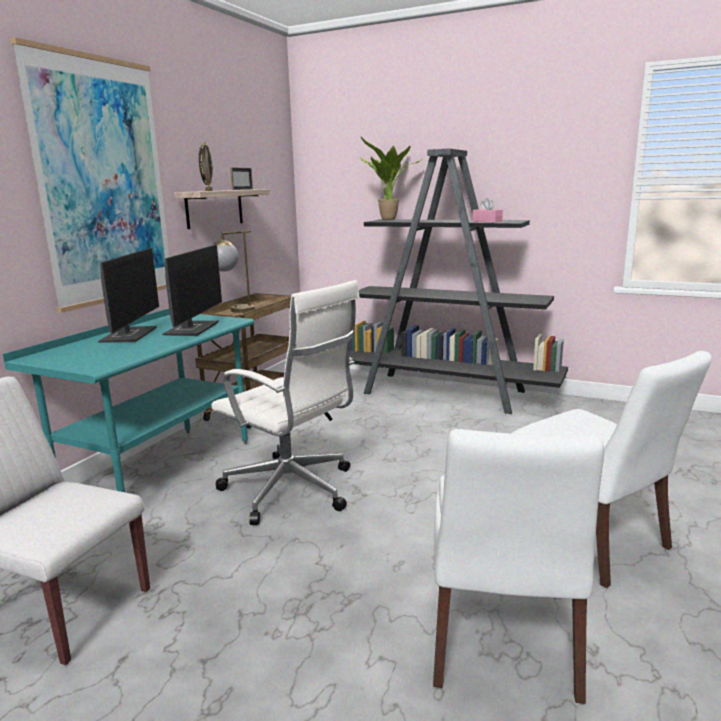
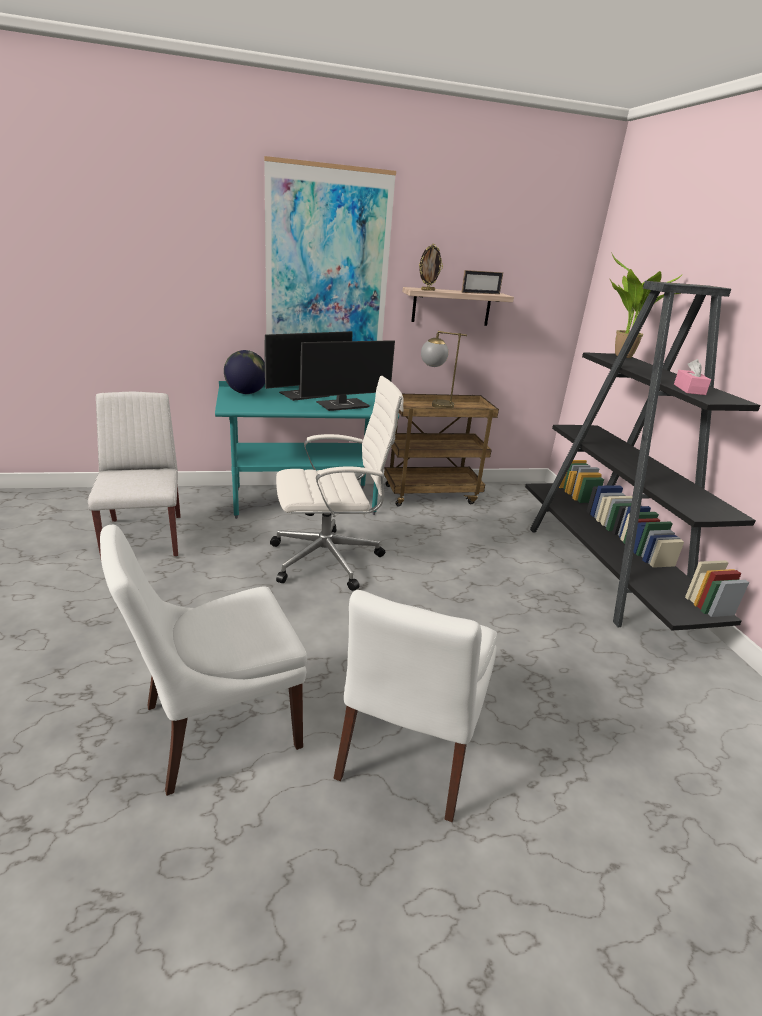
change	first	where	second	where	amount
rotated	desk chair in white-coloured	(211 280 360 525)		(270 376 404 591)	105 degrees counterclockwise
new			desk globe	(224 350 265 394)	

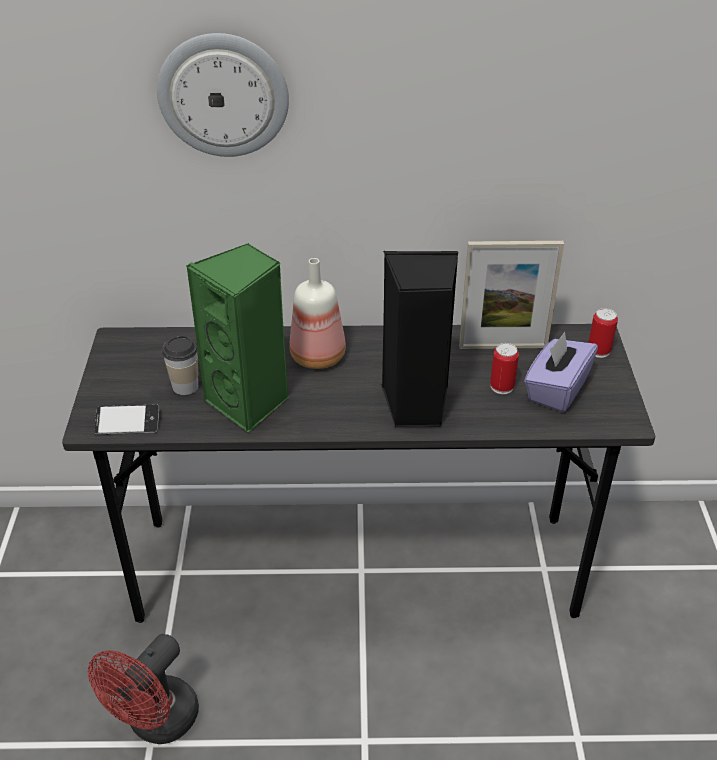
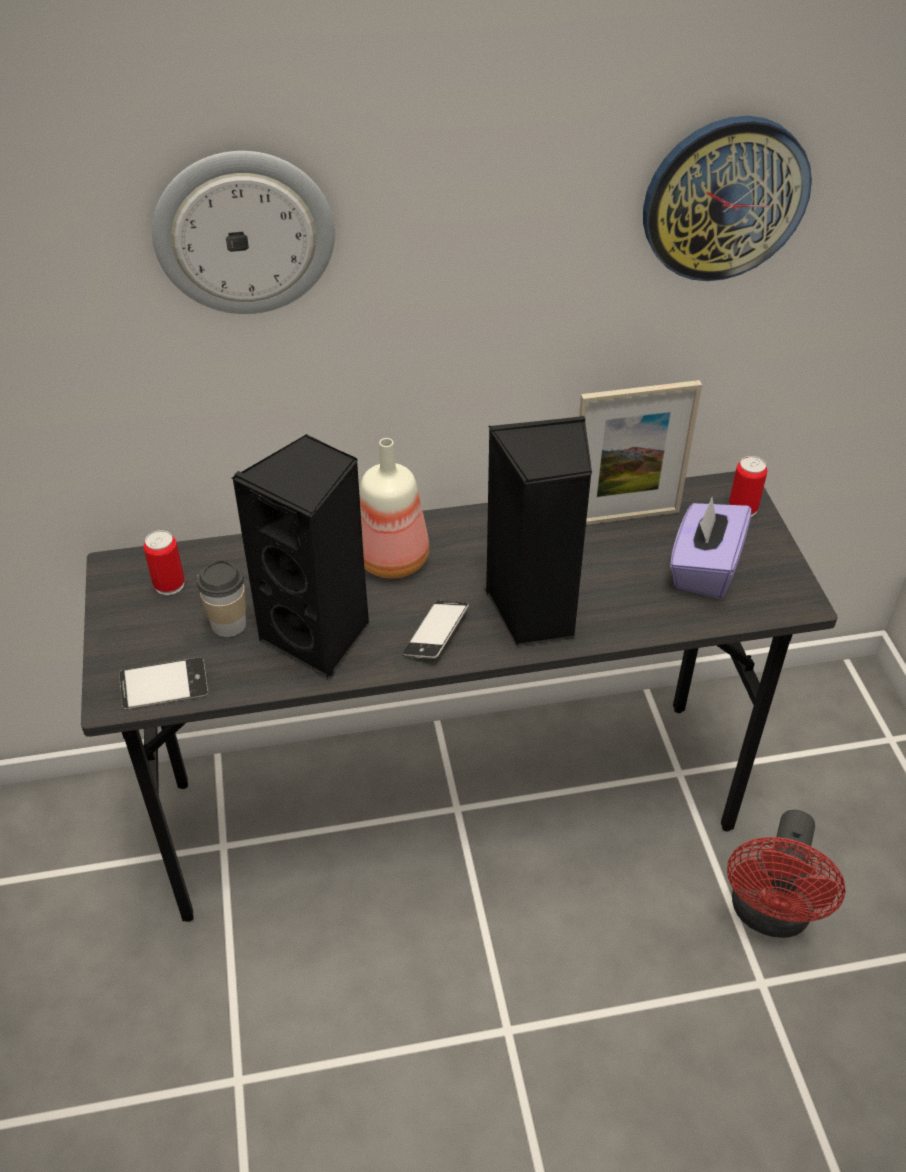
change	first	where	second	where	amount
shifted	cooling fan in reddish	(88 634 199 744)		(727 810 845 938)	
repainted	speaker in greenish	(186 243 289 433)	speaker in blackish	(232 434 370 680)	
shifted	metal can	(490 343 519 394)		(143 530 185 595)	
new			handset	(403 601 469 659)	
new			wall clock	(643 116 812 281)	

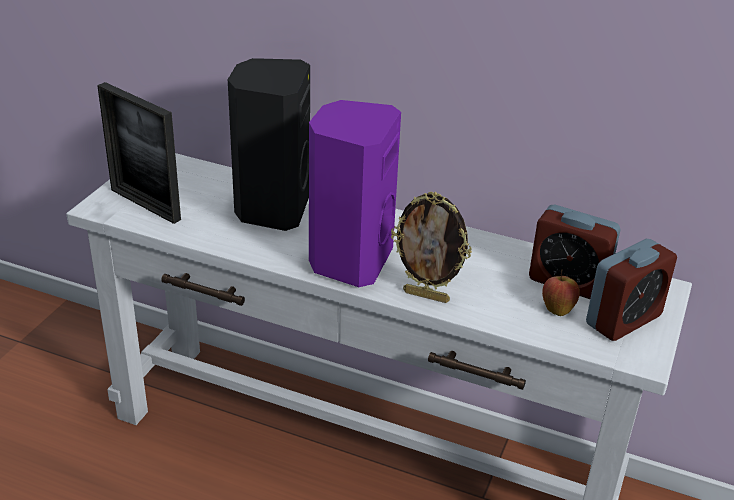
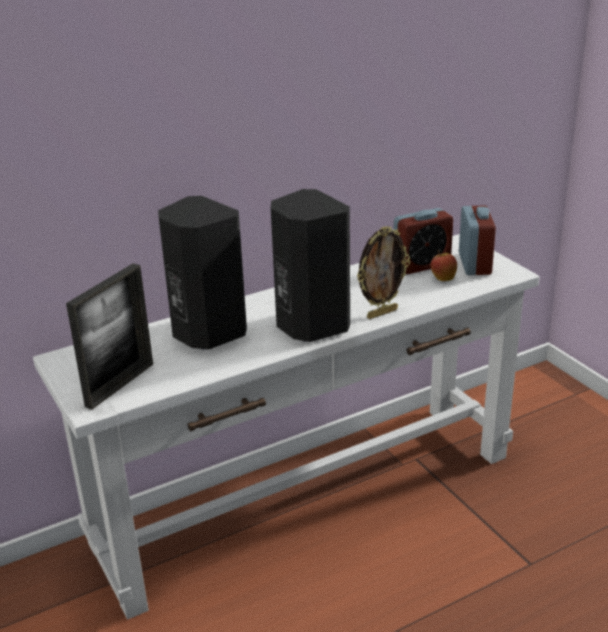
change	first	where	second	where	amount
rotated	picture frame	(97 82 181 224)		(66 263 153 410)	45 degrees counterclockwise
repainted	speaker in purple-coloured	(309 100 401 287)	speaker in blackish	(271 189 350 342)	

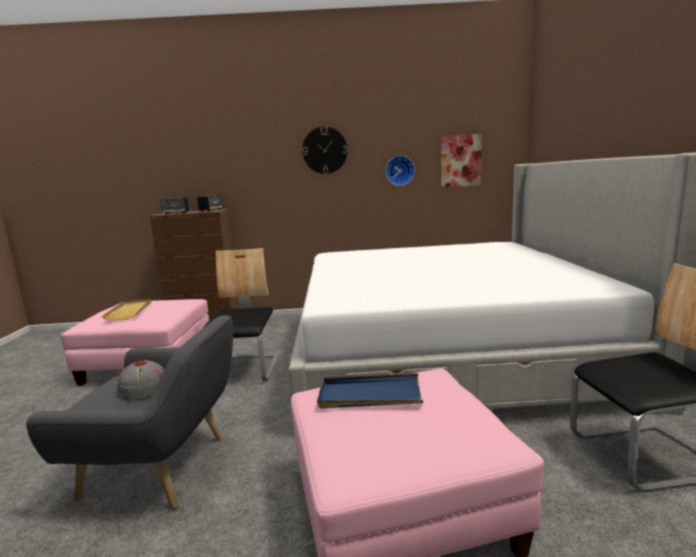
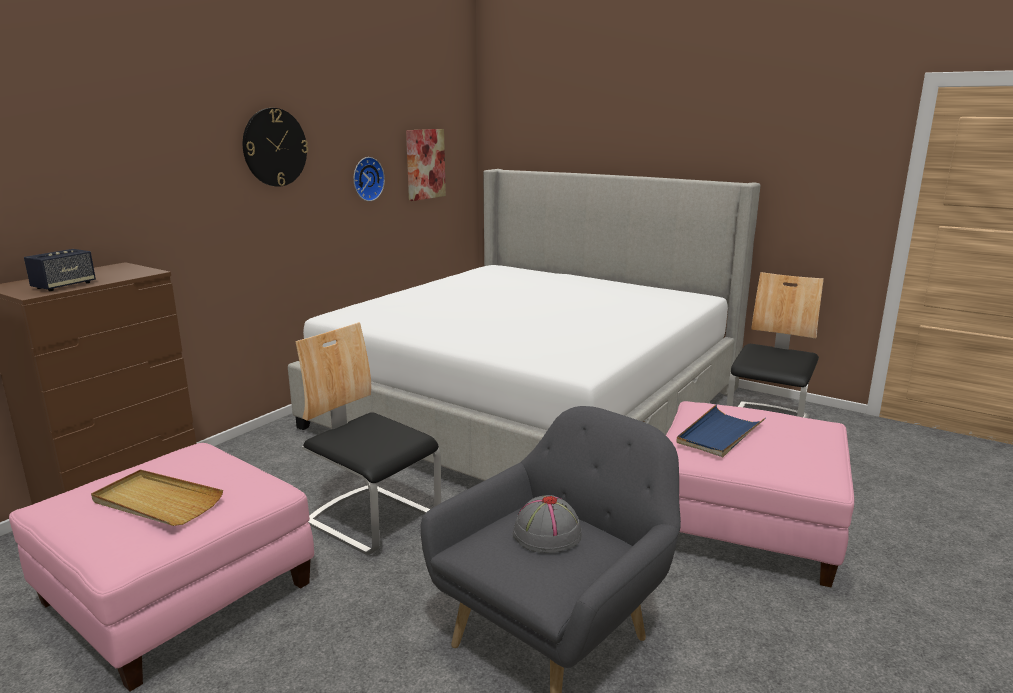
change	first	where	second	where	amount
gone	speaker	(197 195 223 211)			

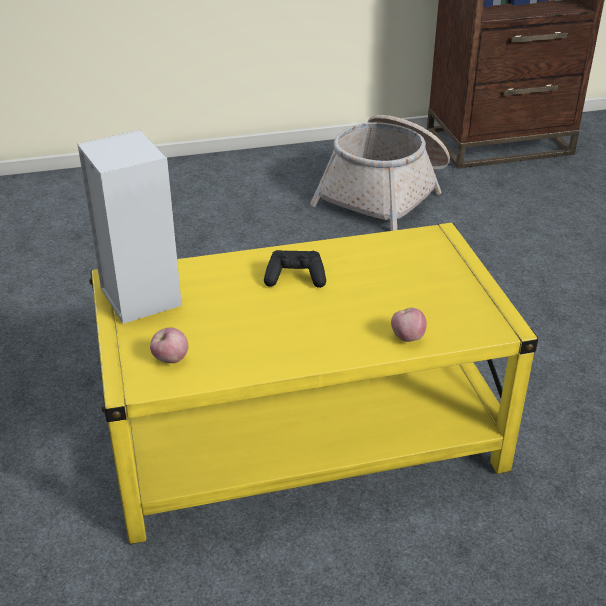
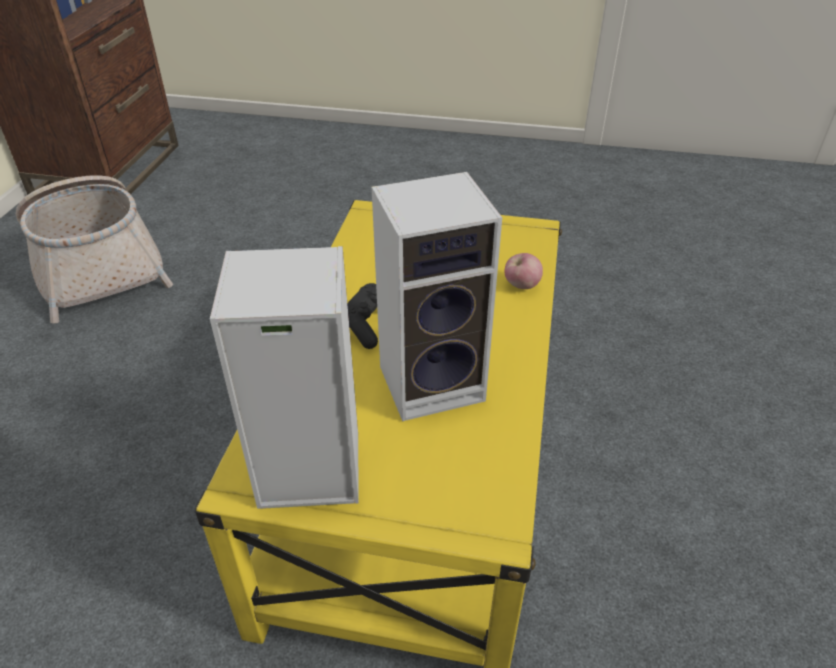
change	first	where	second	where	amount
gone	apple fruit	(150 327 188 363)			
new			speaker	(372 172 502 422)	

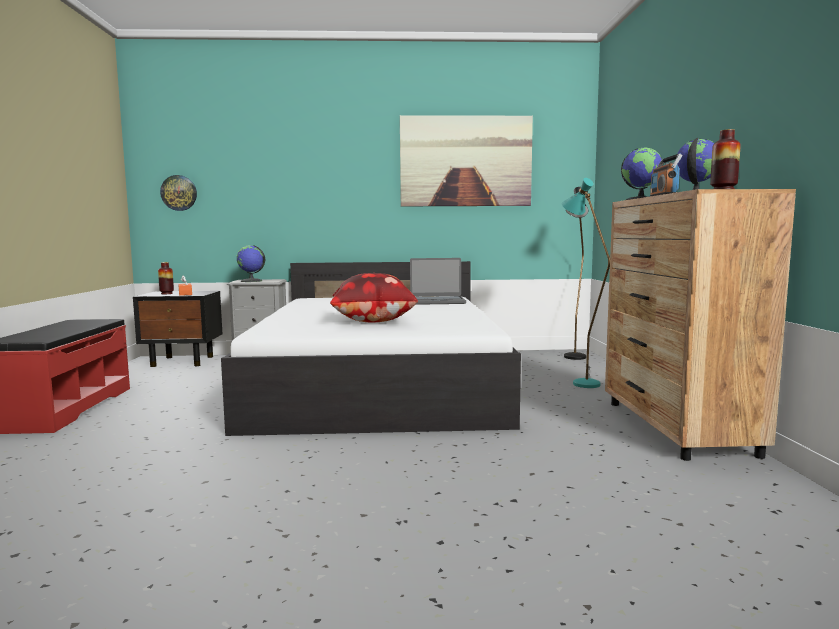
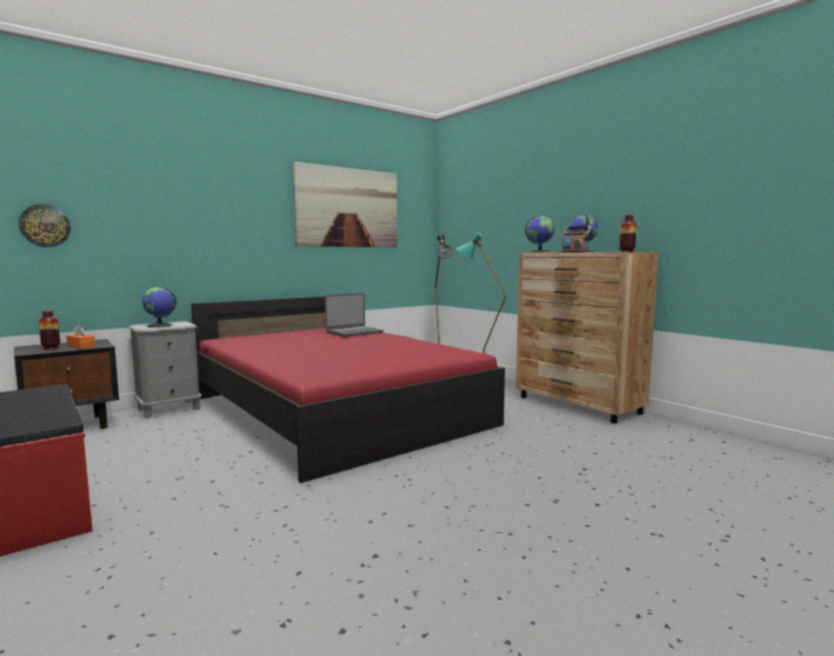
change	first	where	second	where	amount
repainted	sleeping bed in white-coloured	(221 261 521 436)	sleeping bed in reddish	(191 297 505 483)	
gone	pillow	(330 273 418 322)			

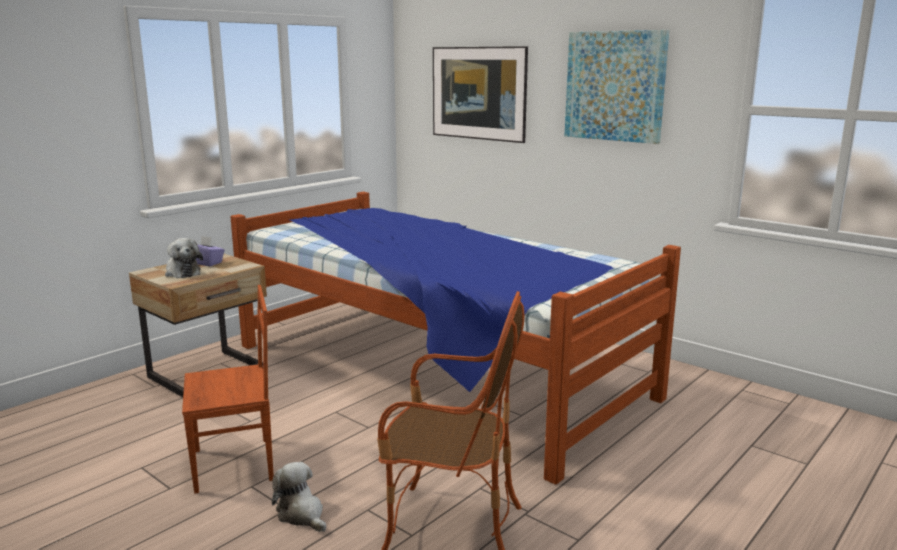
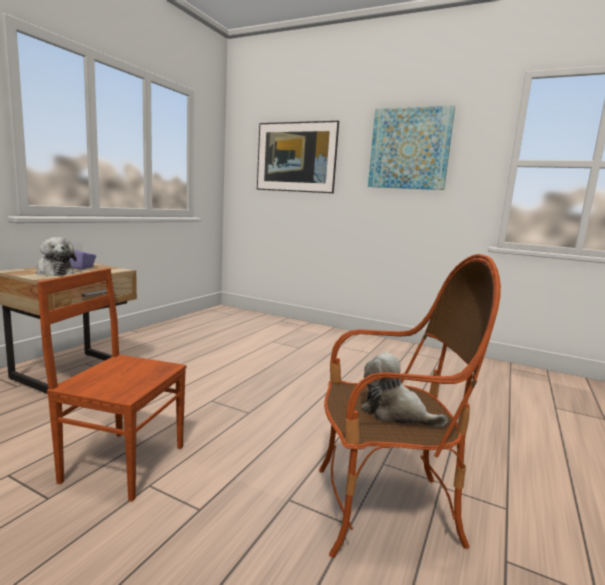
change	first	where	second	where	amount
rotated	plain chair in brown	(182 285 274 494)		(37 268 187 502)	135 degrees counterclockwise
gone	sleeping bed	(231 192 681 485)			
shifted	soft toy	(272 462 326 532)		(361 353 448 428)	

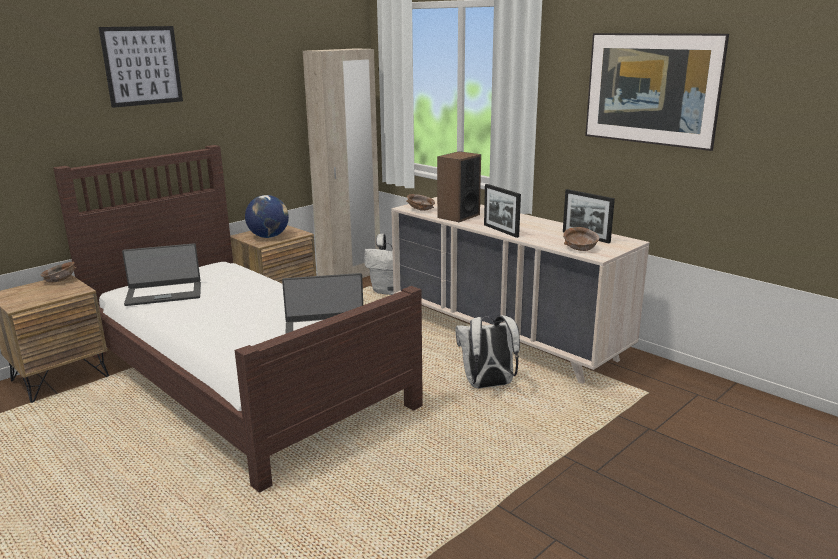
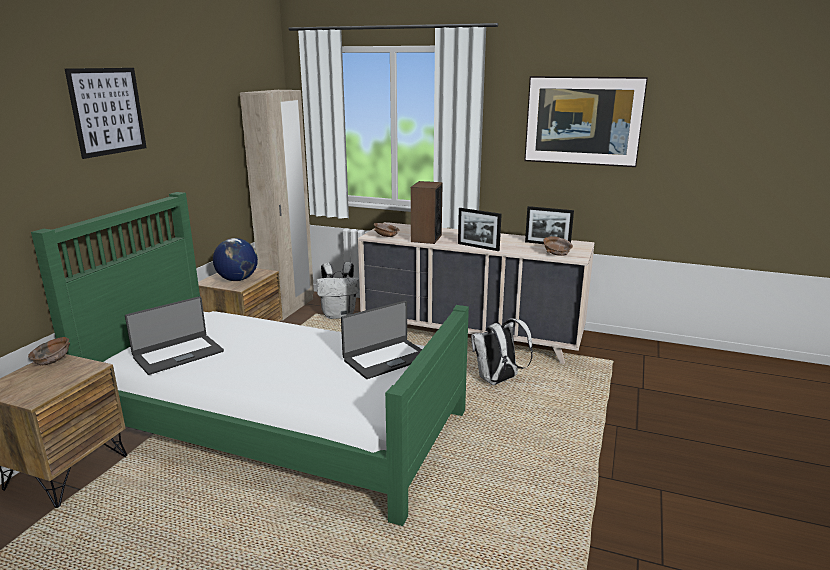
change	first	where	second	where	amount
repainted	sleeping bed in brown	(53 145 423 493)	sleeping bed in greenish	(31 192 469 526)	

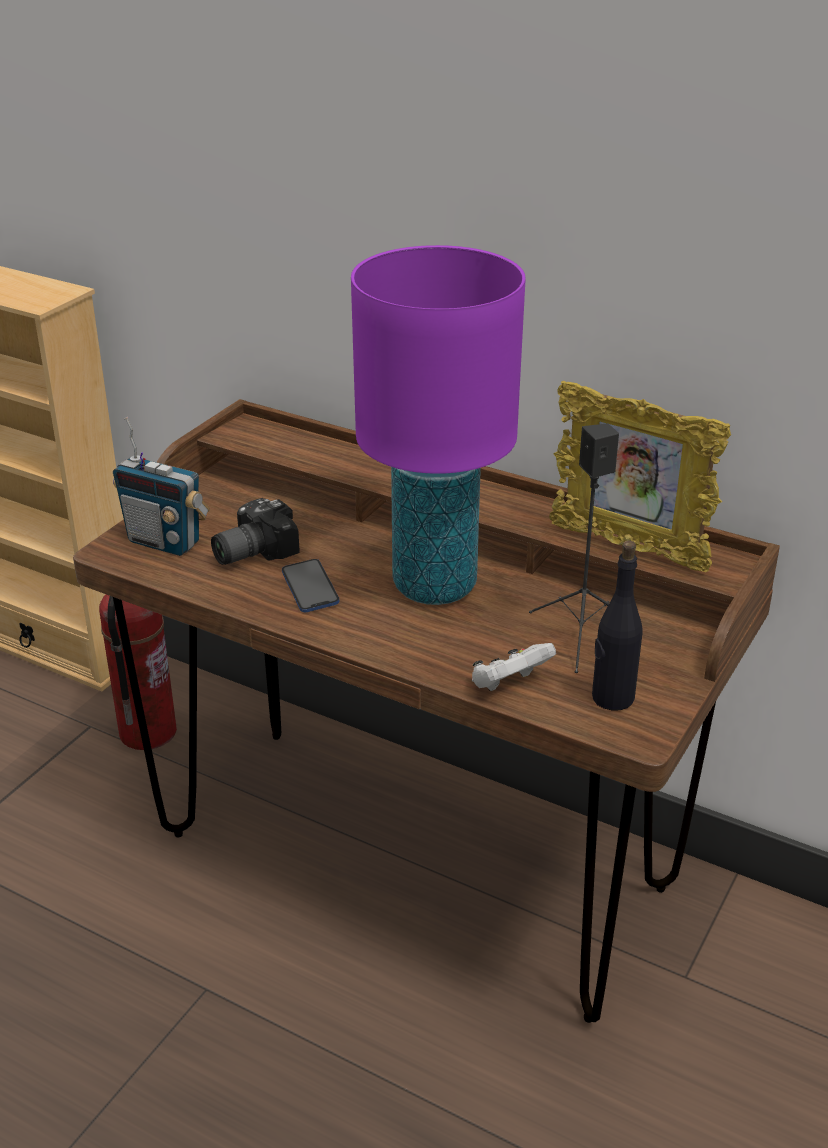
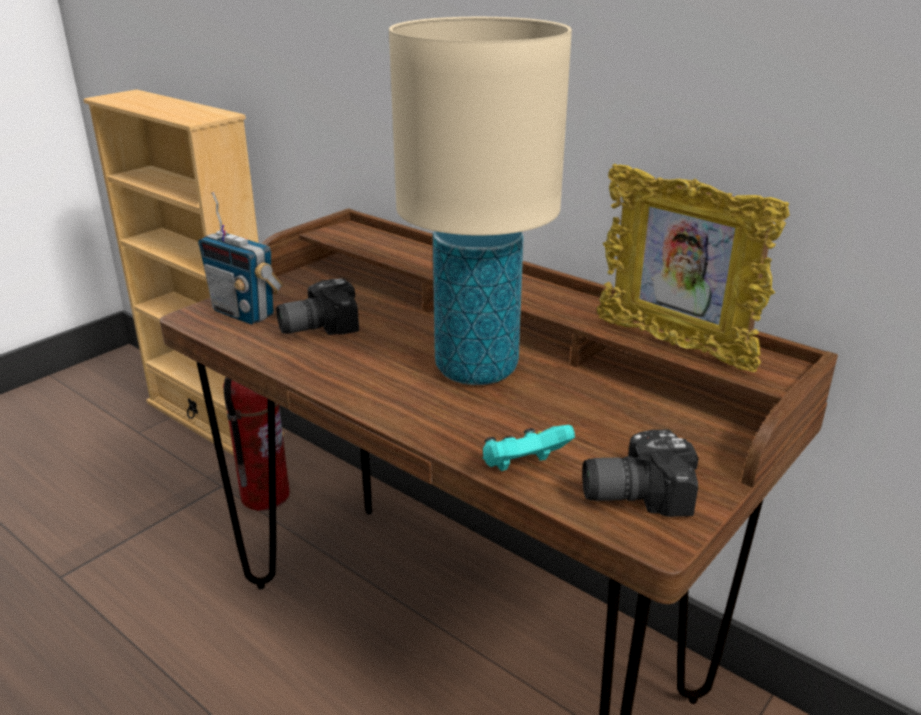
change	first	where	second	where	amount
gone	handset	(282 559 340 612)			
repainted	lamp for a table in purple-coloured	(351 245 526 605)	lamp for a table in beige-coloured	(389 17 572 385)	
repainted	gamepad in white-coloured	(472 643 556 691)	gamepad in blue-green	(483 425 575 471)	
gone	speaker in blackish	(529 423 619 673)			
swapped	bottle in blackish	(592 541 642 711)	still camera	(582 430 699 517)	

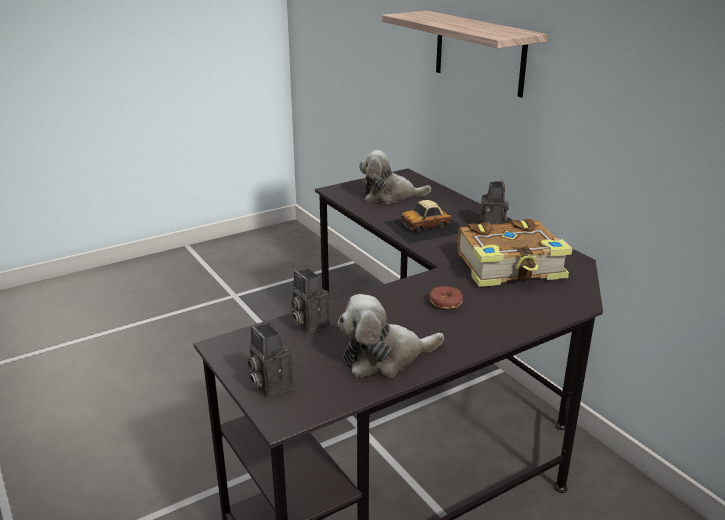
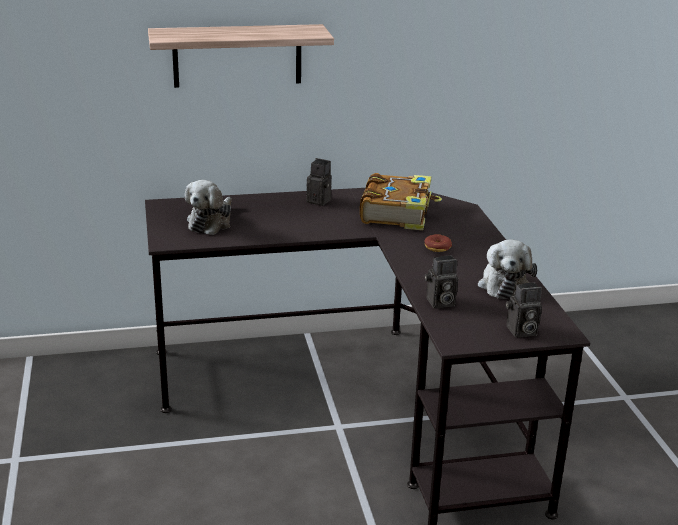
change	first	where	second	where	amount
gone	miniature car	(384 200 461 244)			

